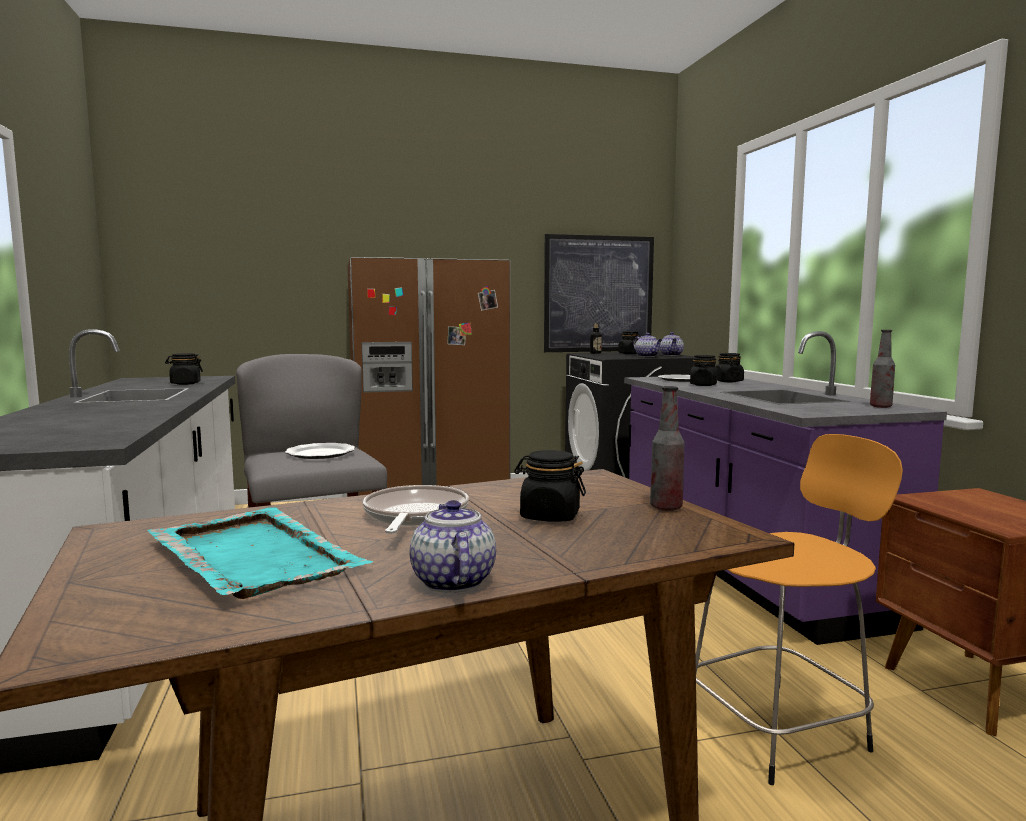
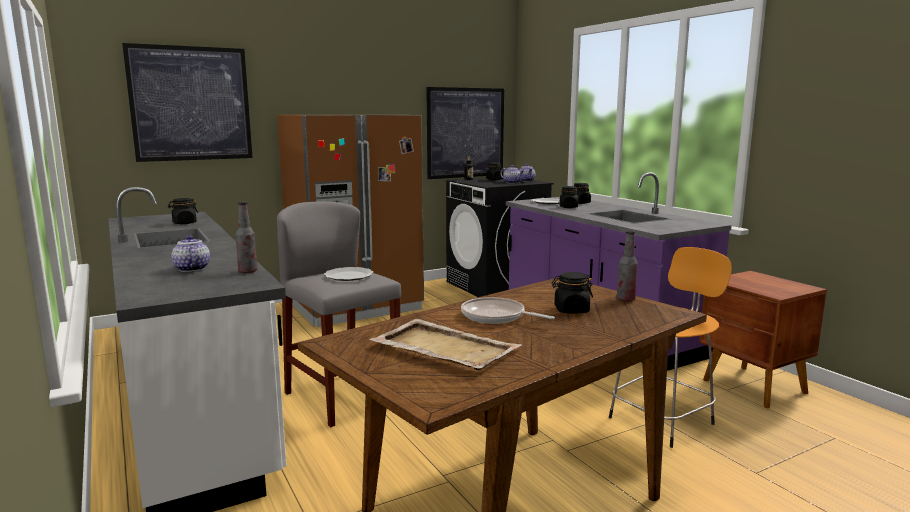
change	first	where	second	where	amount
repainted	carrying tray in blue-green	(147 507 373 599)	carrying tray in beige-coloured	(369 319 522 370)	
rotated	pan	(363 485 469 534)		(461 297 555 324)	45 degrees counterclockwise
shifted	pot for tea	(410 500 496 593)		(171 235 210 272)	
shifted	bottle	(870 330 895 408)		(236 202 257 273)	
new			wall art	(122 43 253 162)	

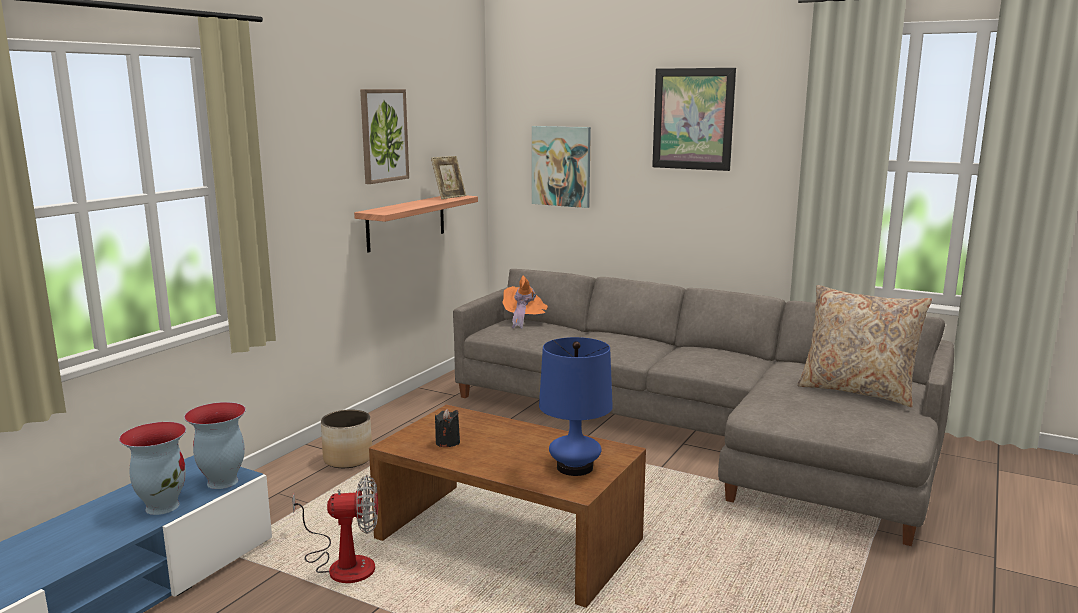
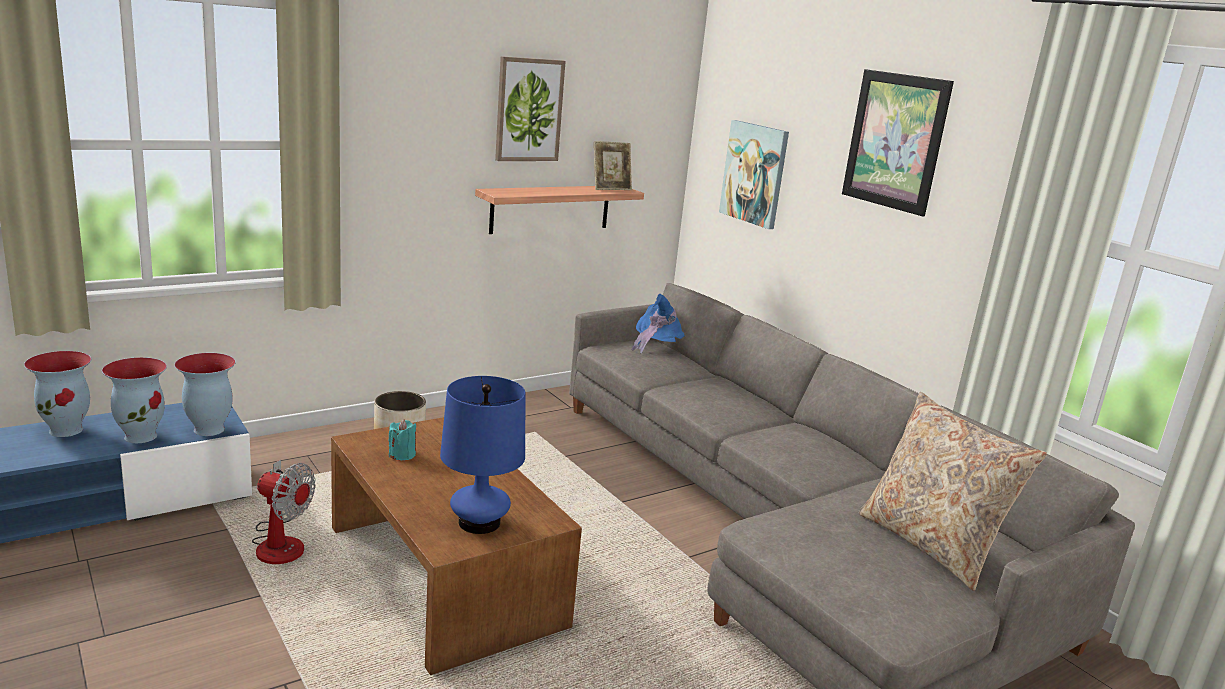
change	first	where	second	where	amount
repainted	wax candle in blackish	(435 409 460 447)	wax candle in blue-green	(388 419 416 460)	
repainted	hat in orange-coloured	(503 276 548 329)	hat in bluish	(631 294 685 354)	
new			vase	(24 351 91 437)	

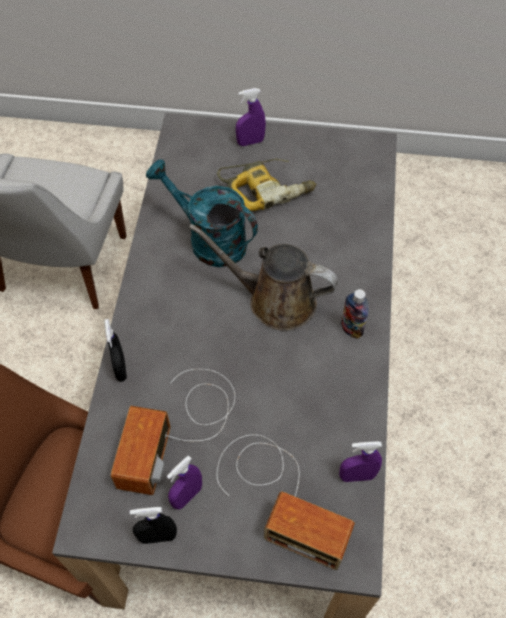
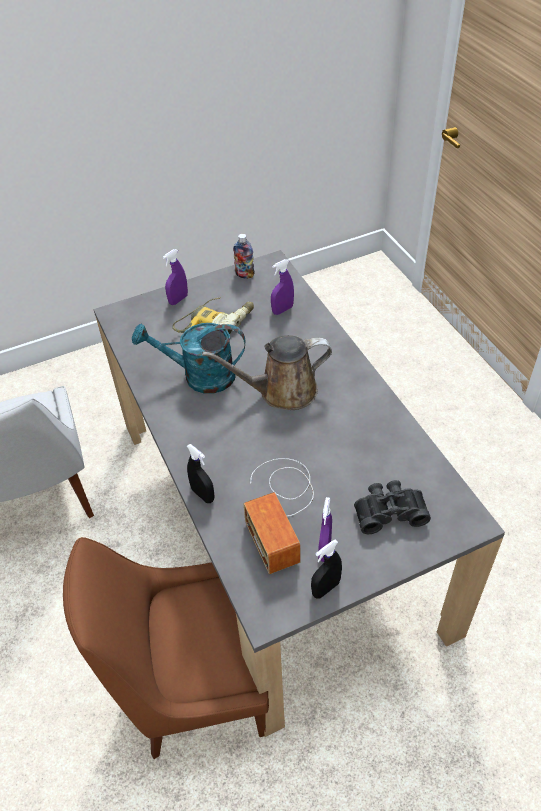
change	first	where	second	where	amount
swapped	radio	(216 434 355 570)	pair of binoculars in blackish	(354 480 431 534)	
shifted	sprayer in purple-coloured	(339 442 382 482)		(271 259 294 315)	
shifted	bottle	(341 289 369 339)		(233 234 255 279)	

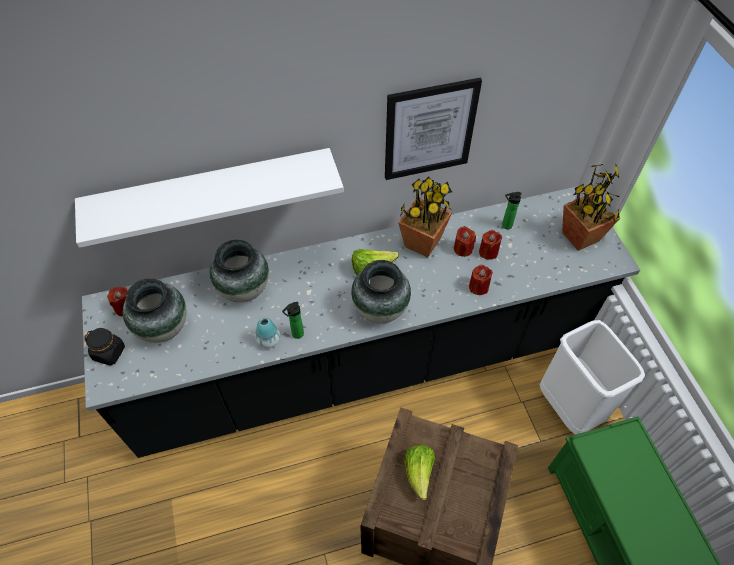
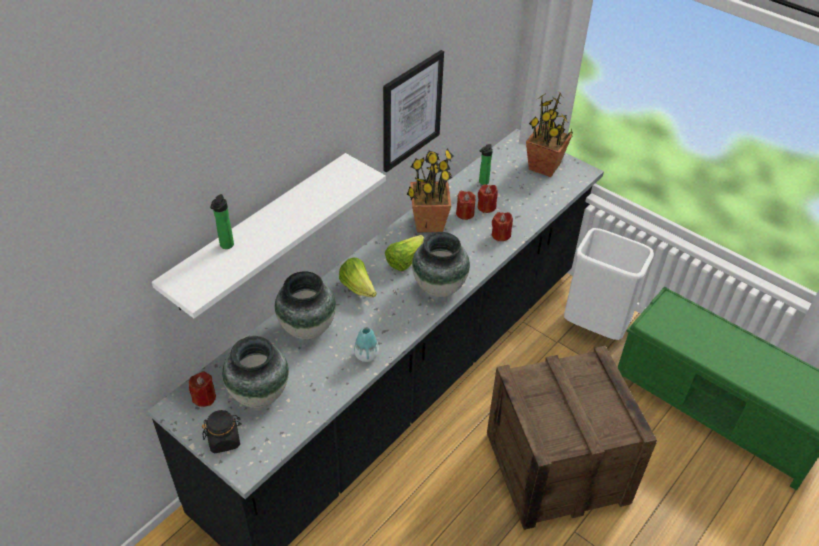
change	first	where	second	where	amount
shifted	bottle	(282 302 304 339)		(210 194 234 249)	
shifted	lettuce head	(404 445 435 500)		(339 258 377 297)	

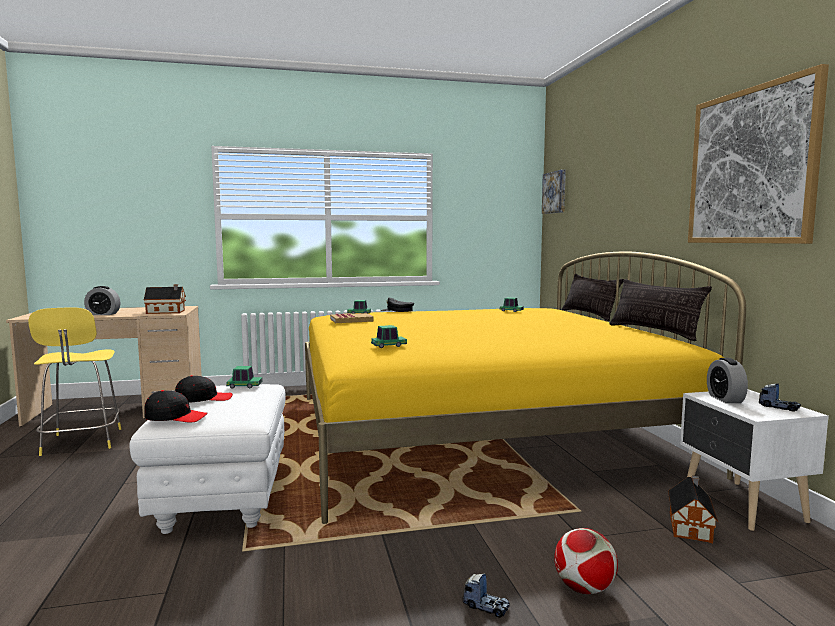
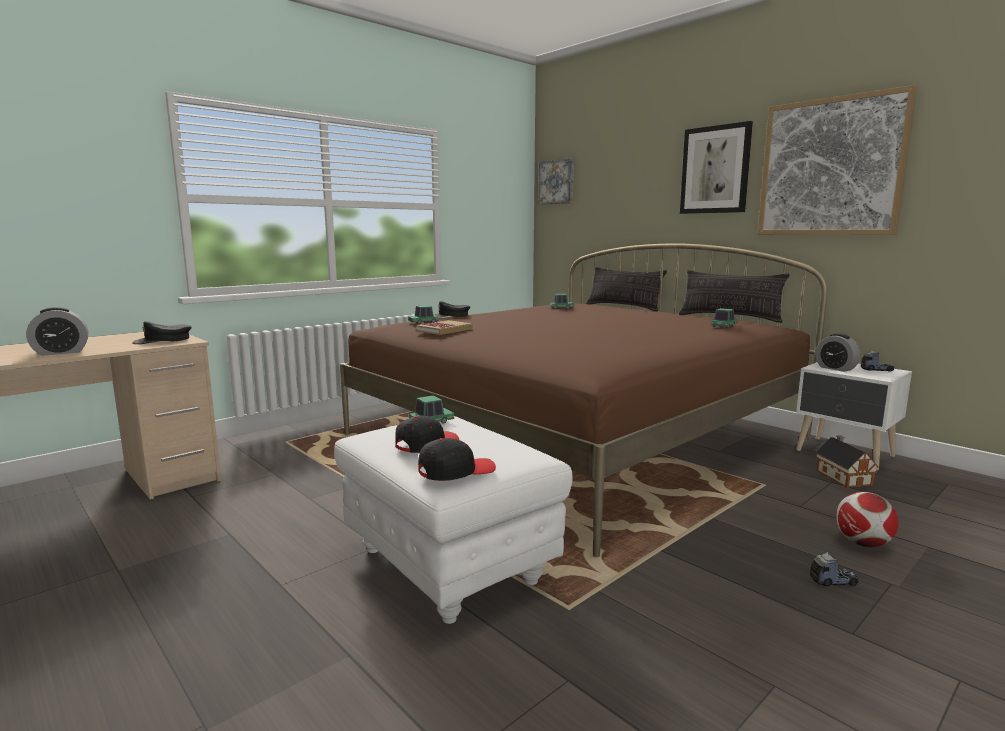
change	first	where	second	where	amount
gone	stool seat in yellow	(28 307 121 456)			
swapped	model house	(144 284 186 314)	baseball cap in blackish	(132 321 192 344)	
repainted	sleeping bed in yellow	(305 251 746 524)	sleeping bed in brown	(340 243 827 557)	
shifted	miniature car	(371 325 407 348)		(711 308 737 328)	
new			wall art	(680 121 753 214)	

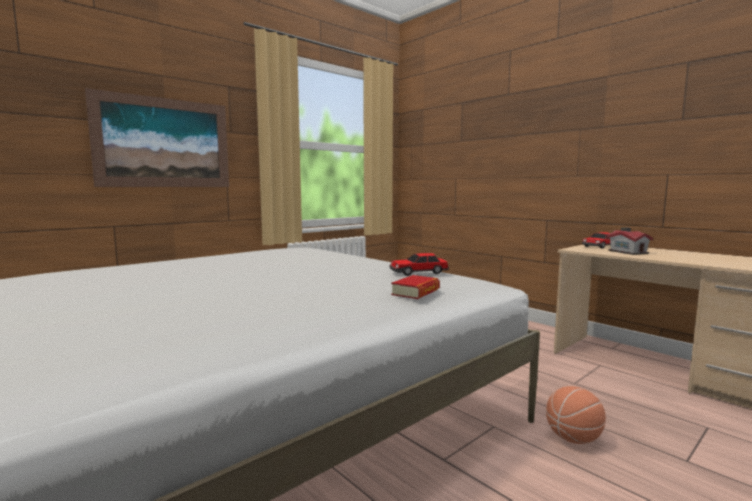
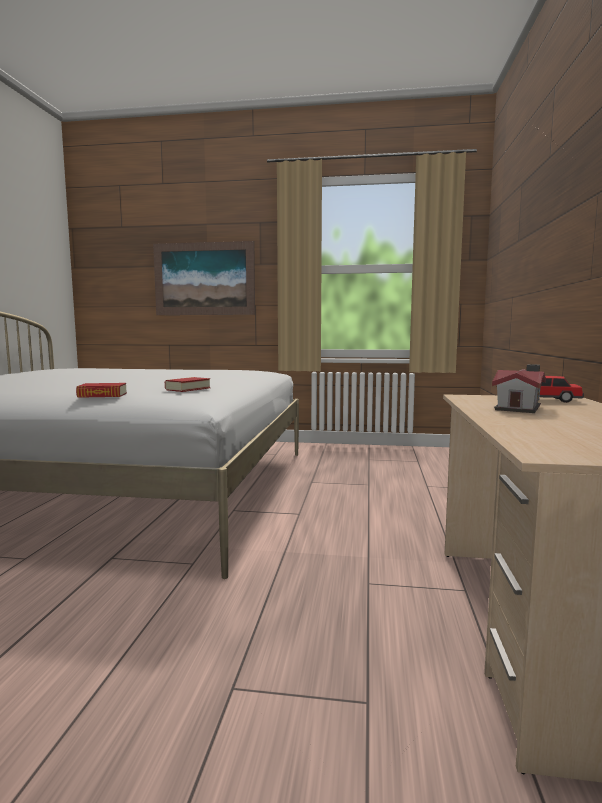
change	first	where	second	where	amount
swapped	miniature car	(390 253 449 276)	book	(165 377 210 392)	
gone	basketball	(546 386 606 444)			

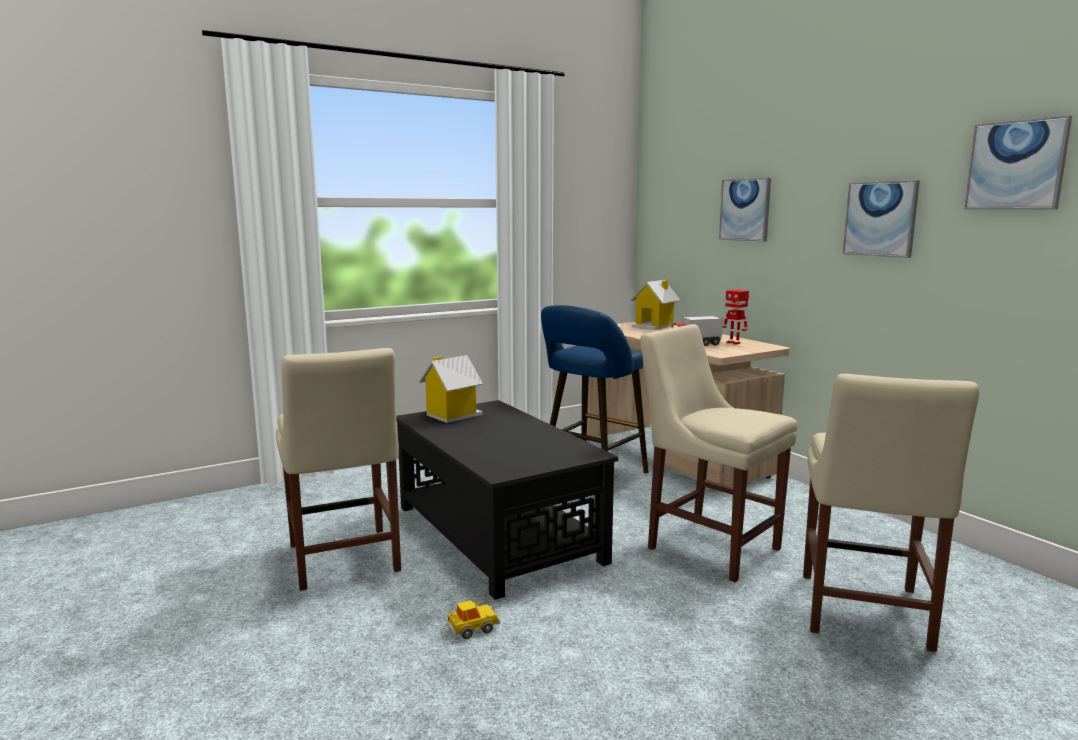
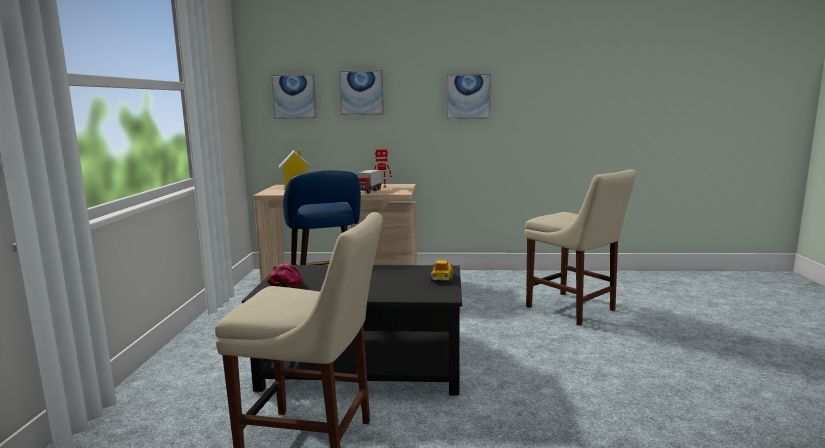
change	first	where	second	where	amount
swapped	model house	(419 355 483 423)	baseball cap in pink-coloured	(267 264 303 288)	
shifted	miniature car	(446 601 501 639)		(431 260 453 282)	
gone	plain chair in beige-coloured	(640 324 798 582)			
shifted	wall art	(964 115 1072 210)		(271 74 317 119)	

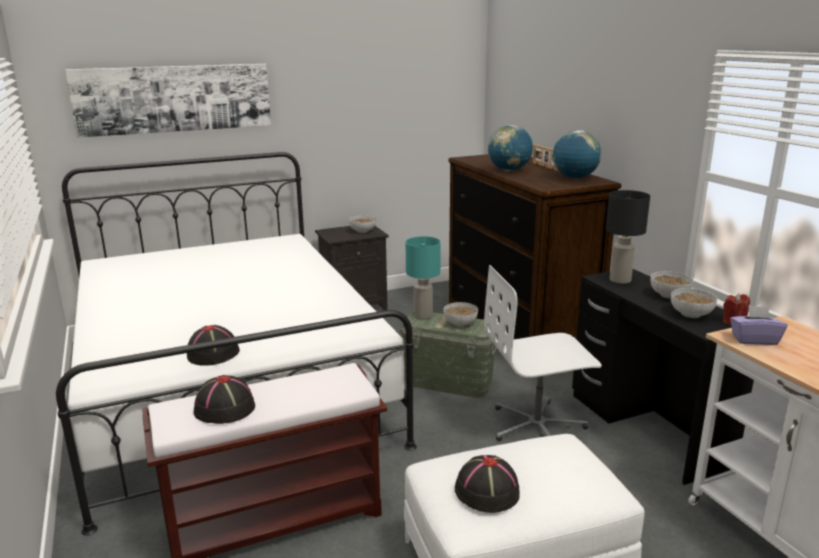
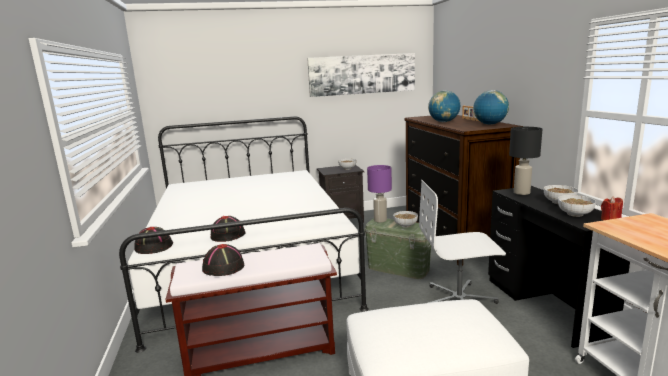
change	first	where	second	where	amount
shifted	wall art	(65 64 271 138)		(307 53 415 97)	
repainted	lamp for a table in blue-green	(406 236 441 319)	lamp for a table in purple-coloured	(367 165 392 223)	
shifted	hat in blackish	(455 455 520 513)		(134 227 173 254)	
gone	tissue box in purple-coloured	(730 305 788 345)			

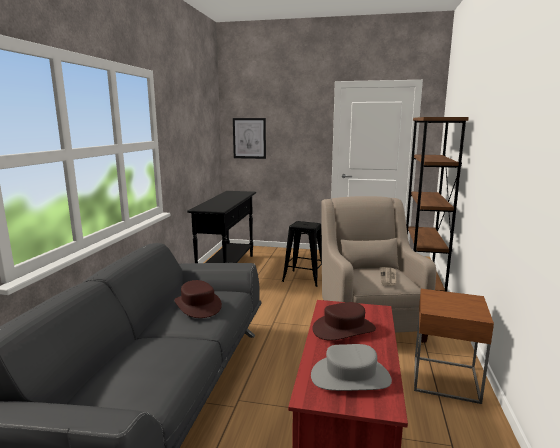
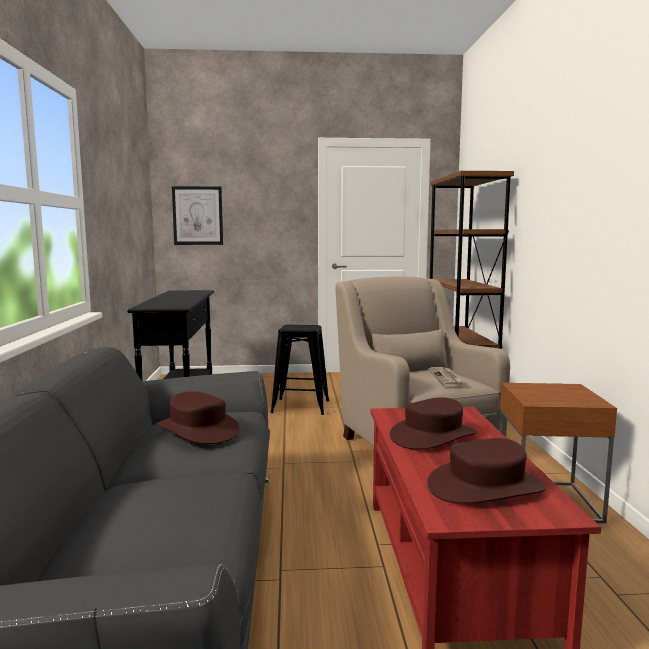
change	first	where	second	where	amount
repainted	hat in greyish	(311 344 392 391)	hat in brown	(427 438 546 504)	

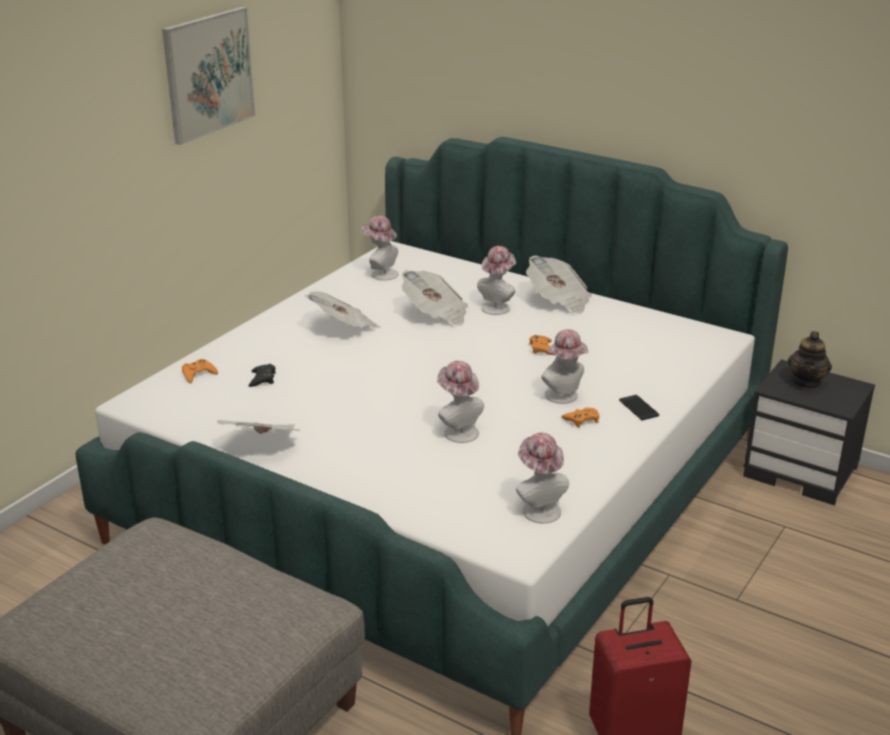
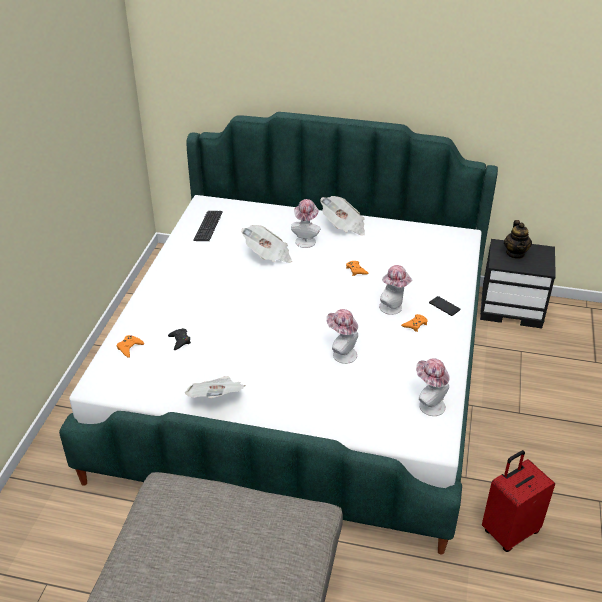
change	first	where	second	where	amount
gone	wall art	(162 7 255 145)			
gone	daily paper	(304 292 381 328)			
swapped	hat	(362 216 398 280)	keyboard	(193 211 223 241)	

